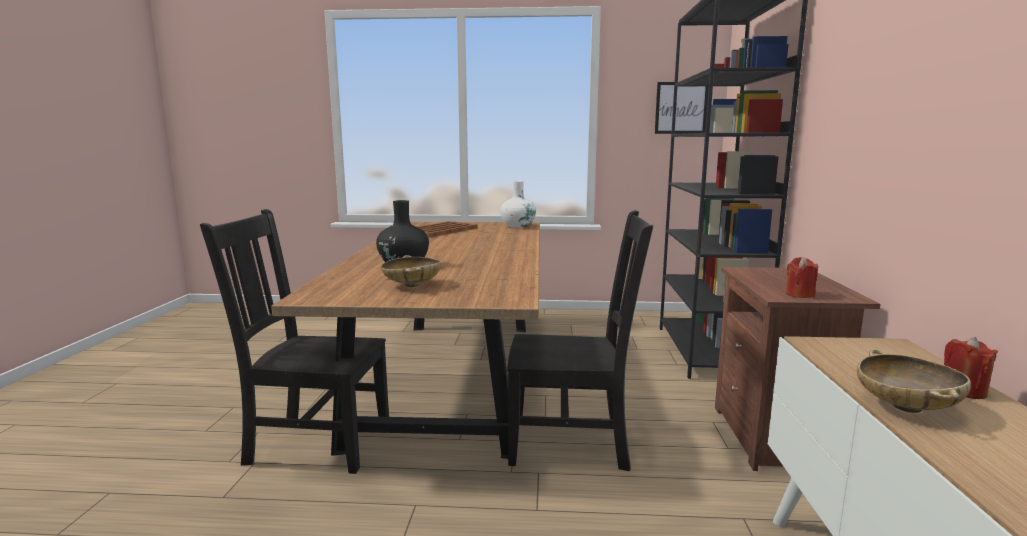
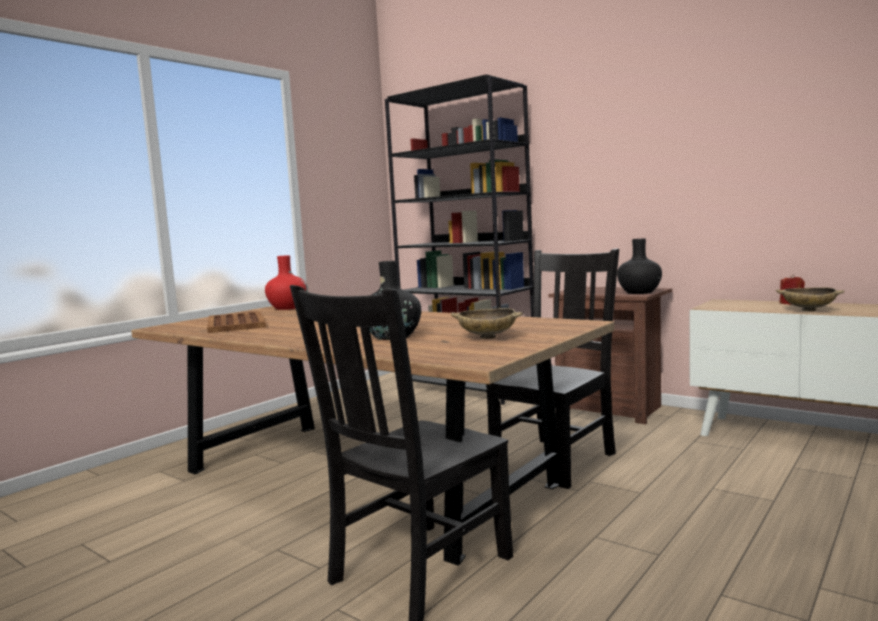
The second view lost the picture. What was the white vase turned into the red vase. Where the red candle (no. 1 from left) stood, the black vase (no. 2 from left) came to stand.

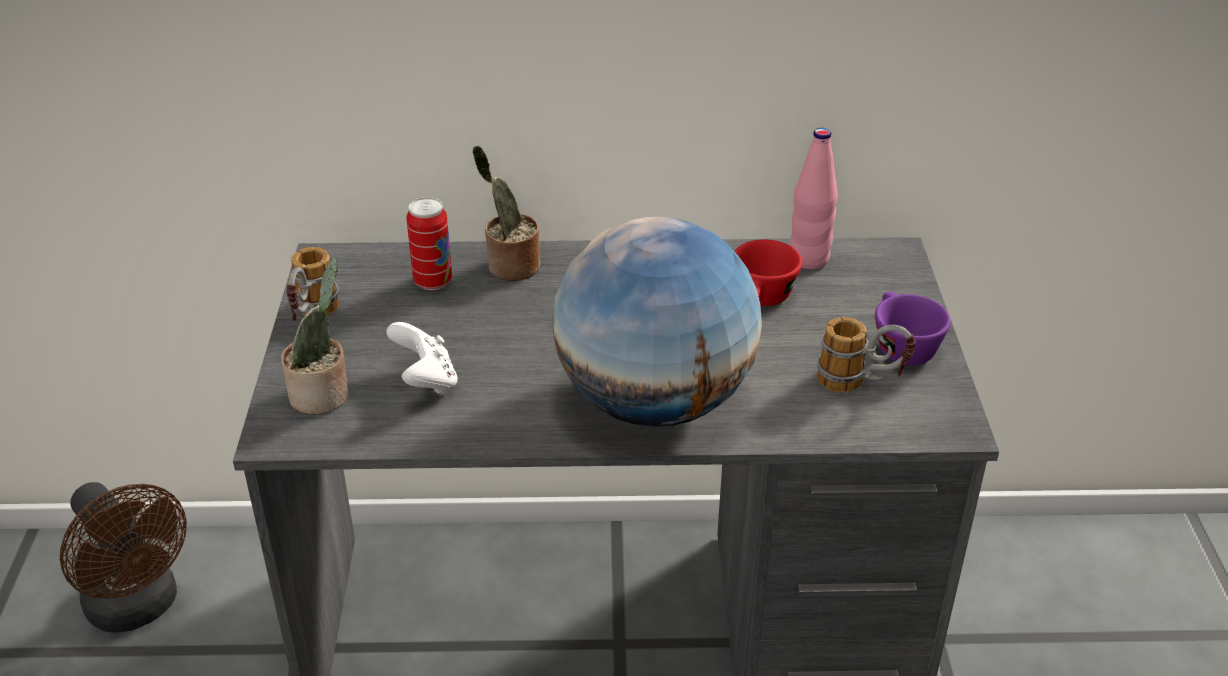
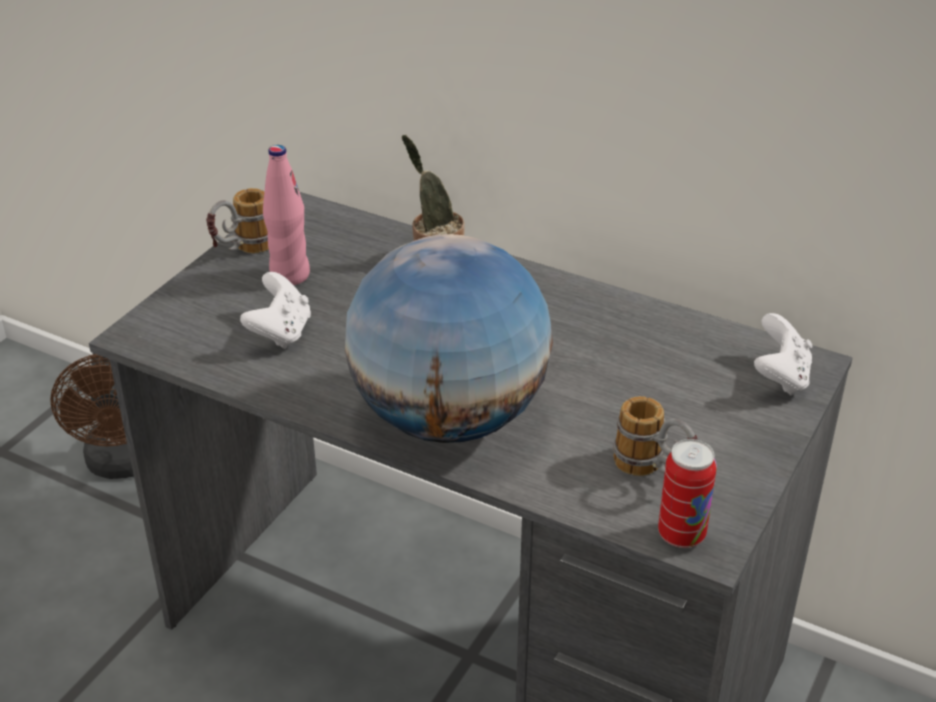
The pink bottle ended up elsewhere. The can ended up elsewhere. The second view lost the red cup. The second view lost the potted plant (no. 1 from left). The second view lost the purple cup. The second view gained the white game controller (no. 2 from left).

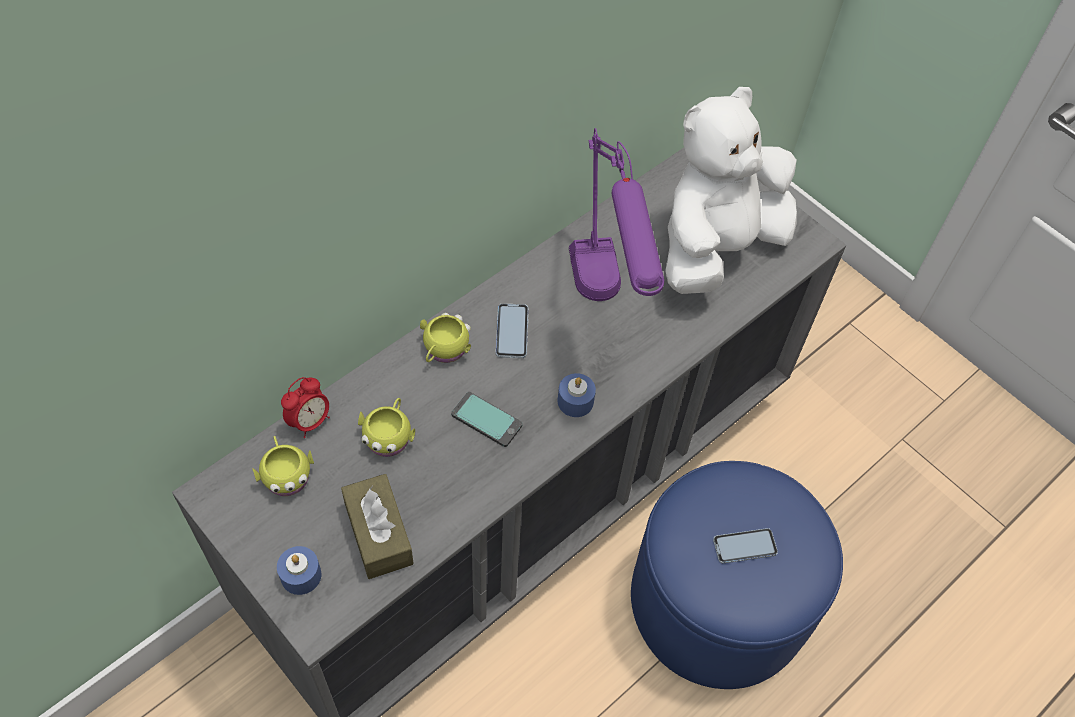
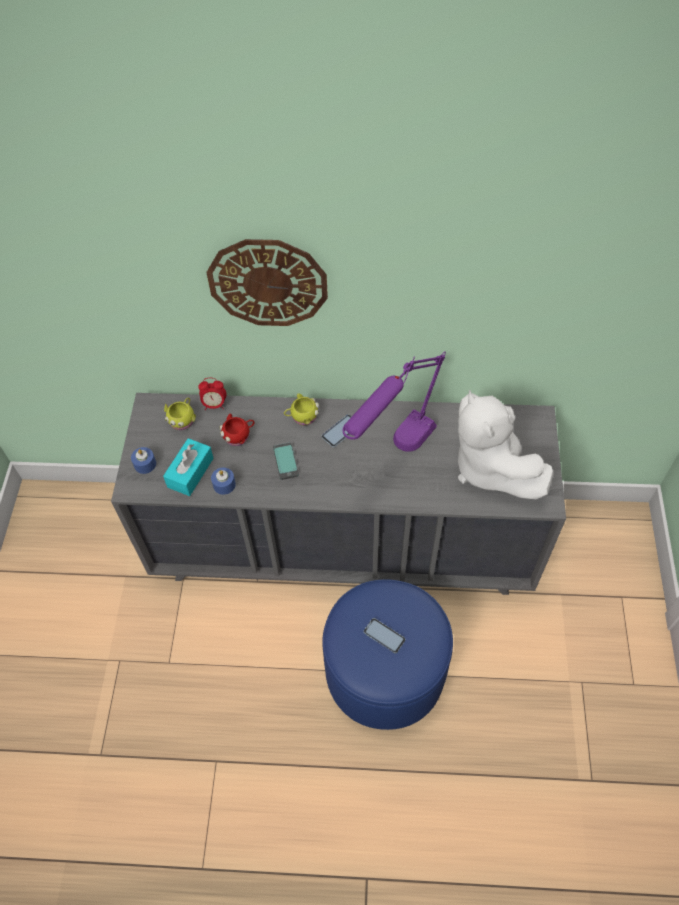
The white plush toy ended up facing another way, 120 degrees counterclockwise from before. The blue candle (no. 2 from left) ended up elsewhere. What was the yellow mug (no. 2 from left) turned into the red mug. What was the brown tissue box turned into the turquoise tissue box. The second view gained the wall clock.

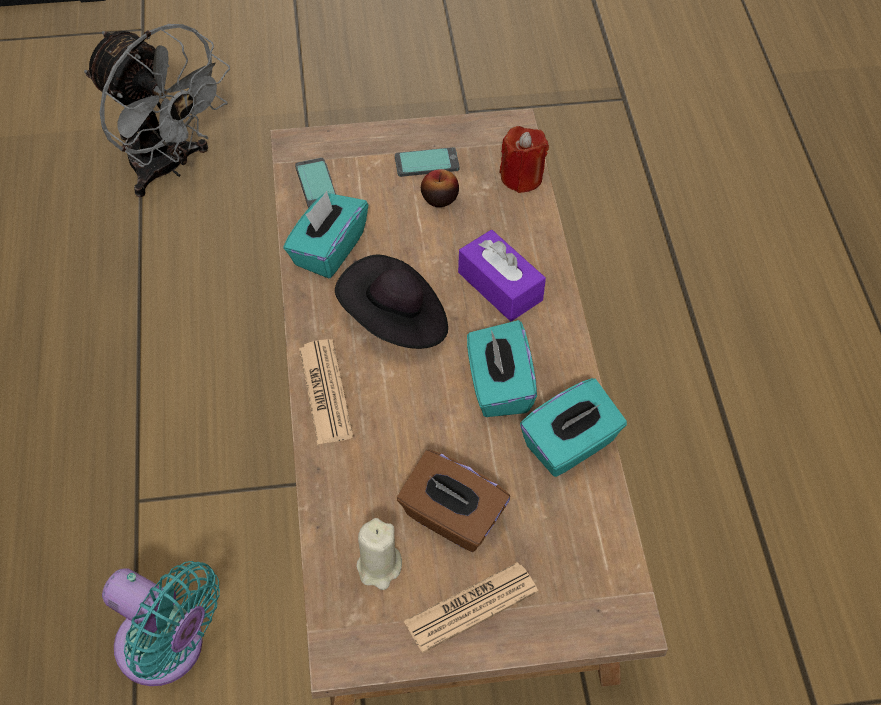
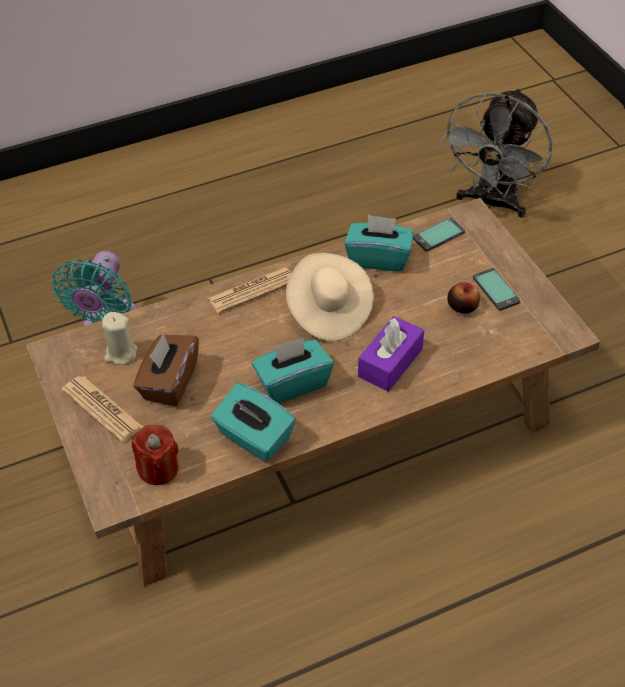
The red candle ended up elsewhere. What was the black hat turned into the beige hat.

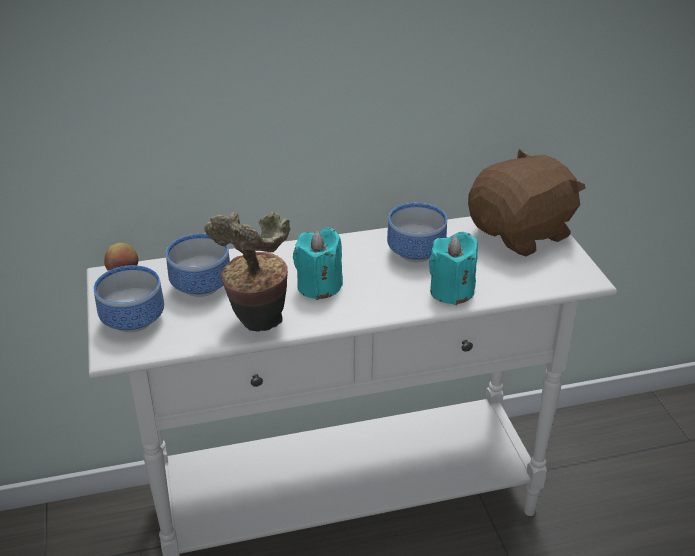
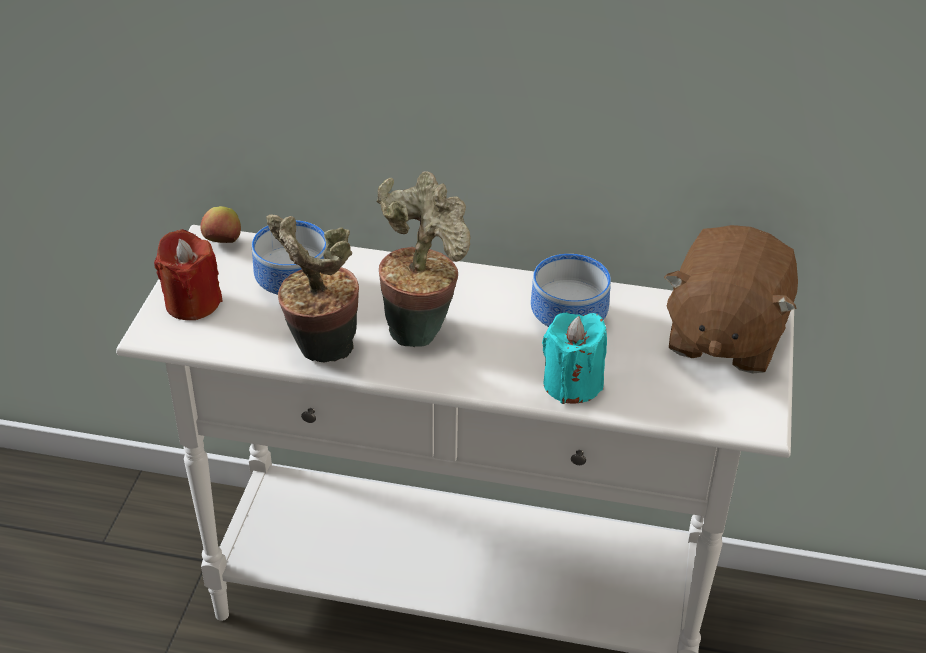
The brown plush toy ended up facing another way, 120 degrees clockwise from before. Where the turquoise candle (no. 1 from left) stood, the potted plant (no. 2 from left) came to stand. Where the bowl (no. 1 from left) stood, the red candle came to stand.

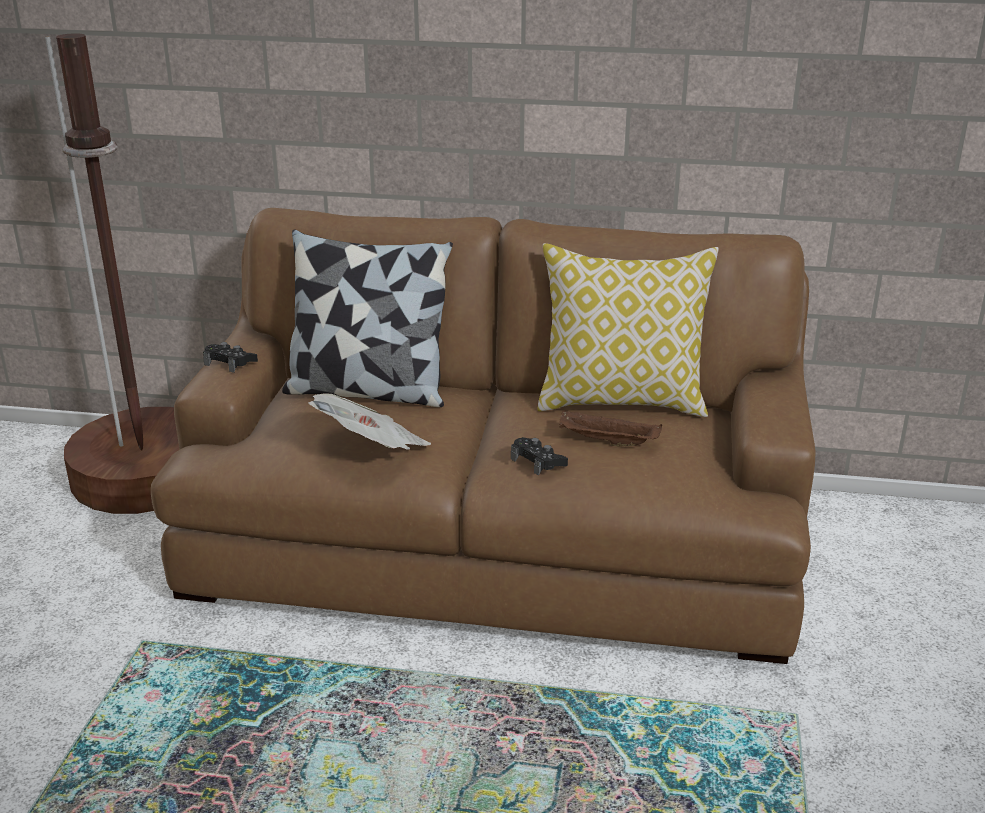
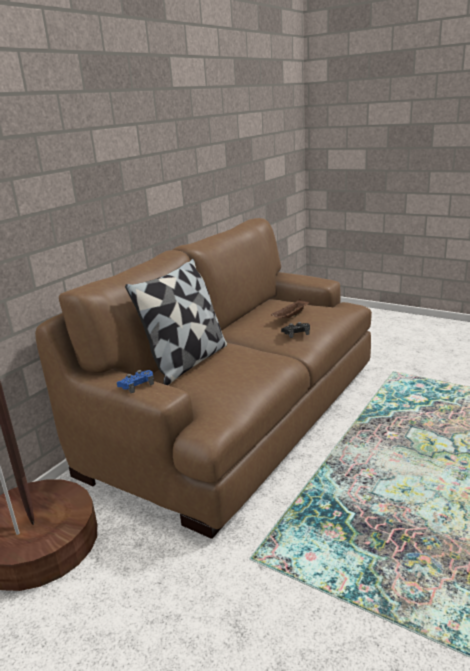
The second view lost the pillow (no. 2 from left). What was the black game controller (no. 1 from left) turned into the blue game controller. The second view lost the newspaper.

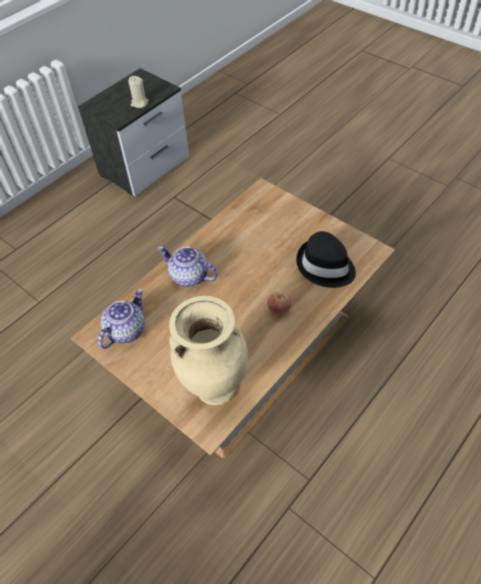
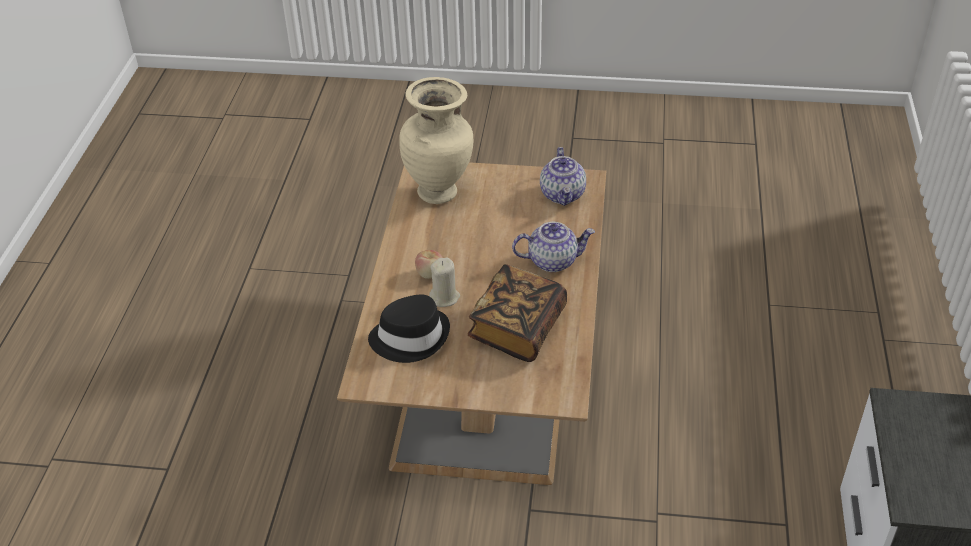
The beige candle ended up elsewhere. The second view gained the book.

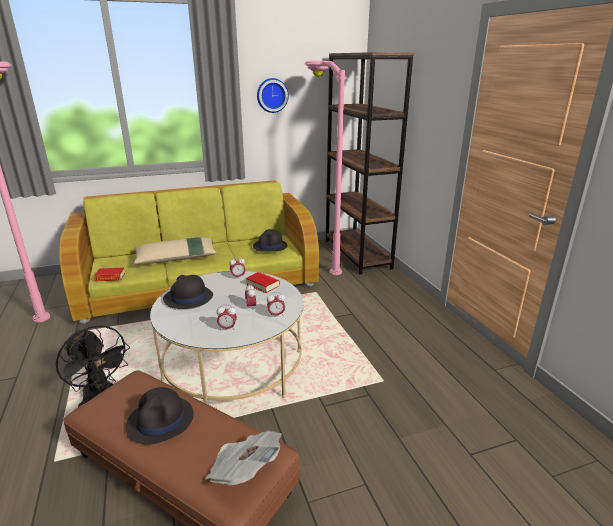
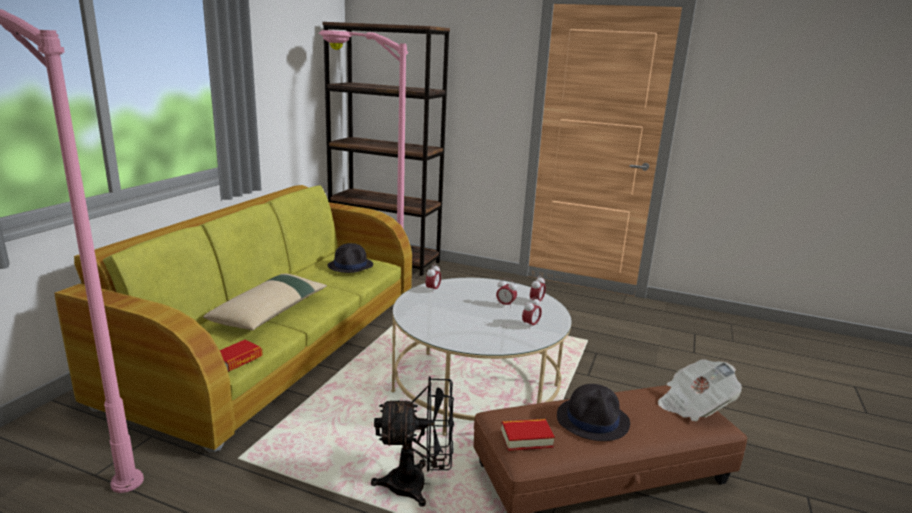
The second view lost the wall clock. The book (no. 2 from left) ended up elsewhere. The second view lost the black hat (no. 2 from left).

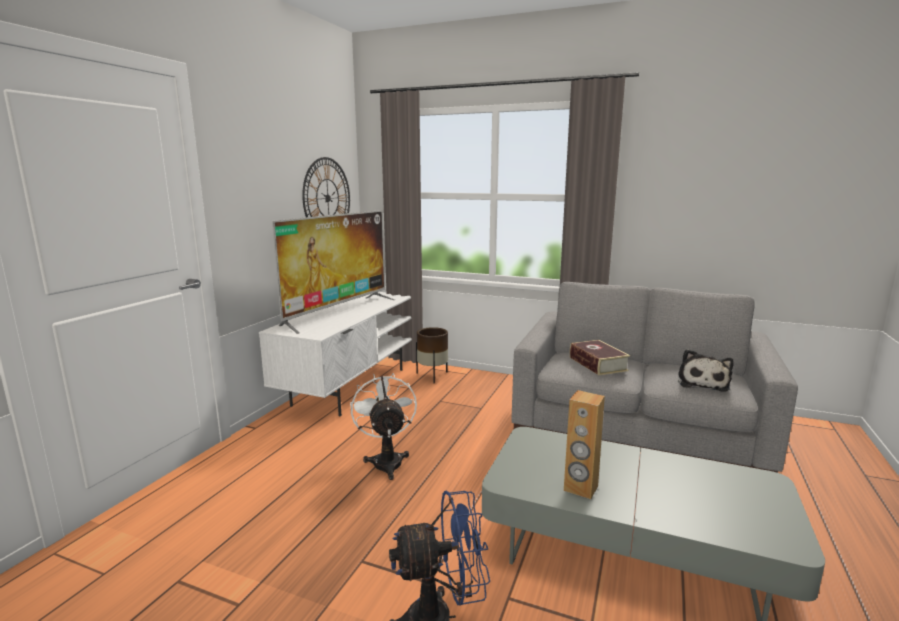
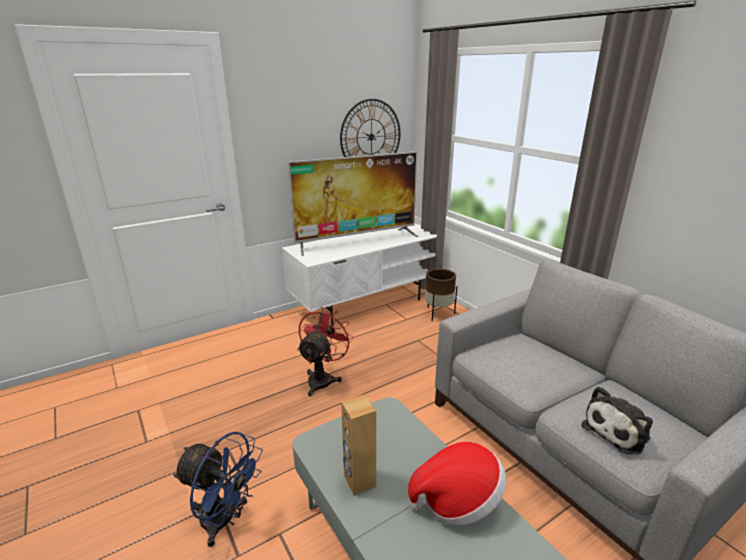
The second view lost the book. What was the white fan turned into the red fan. The second view gained the hat.

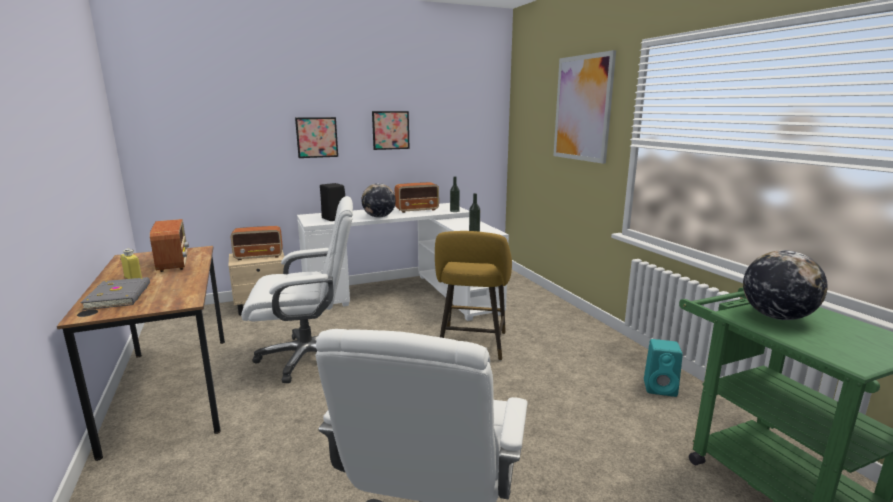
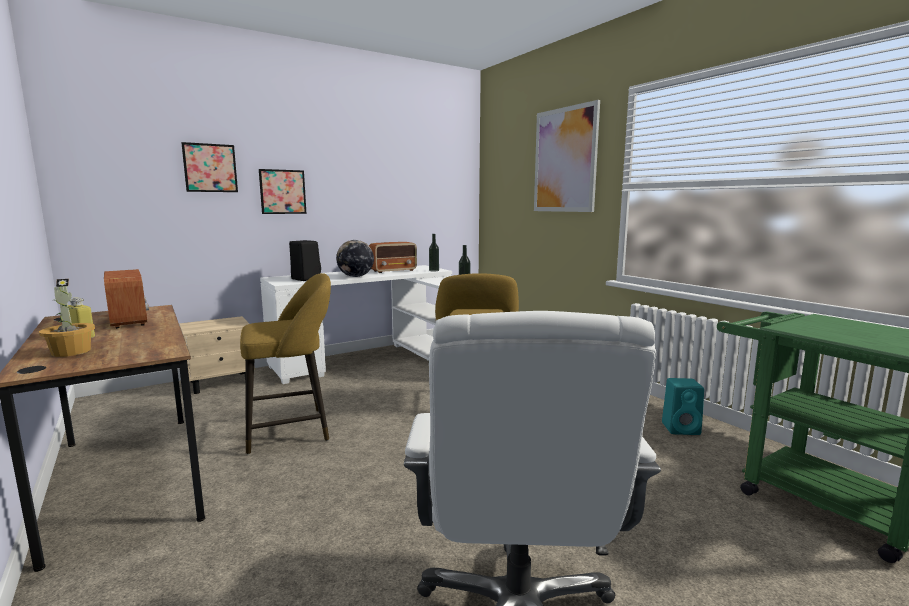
The picture (no. 2 from left in the first image) ended up elsewhere. Where the white office chair (no. 1 from left) stood, the yellow stool (no. 1 from left) came to stand. The second view lost the radio (no. 2 from left). The second view lost the globe (no. 2 from left). Where the grey book stood, the potted plant came to stand.

